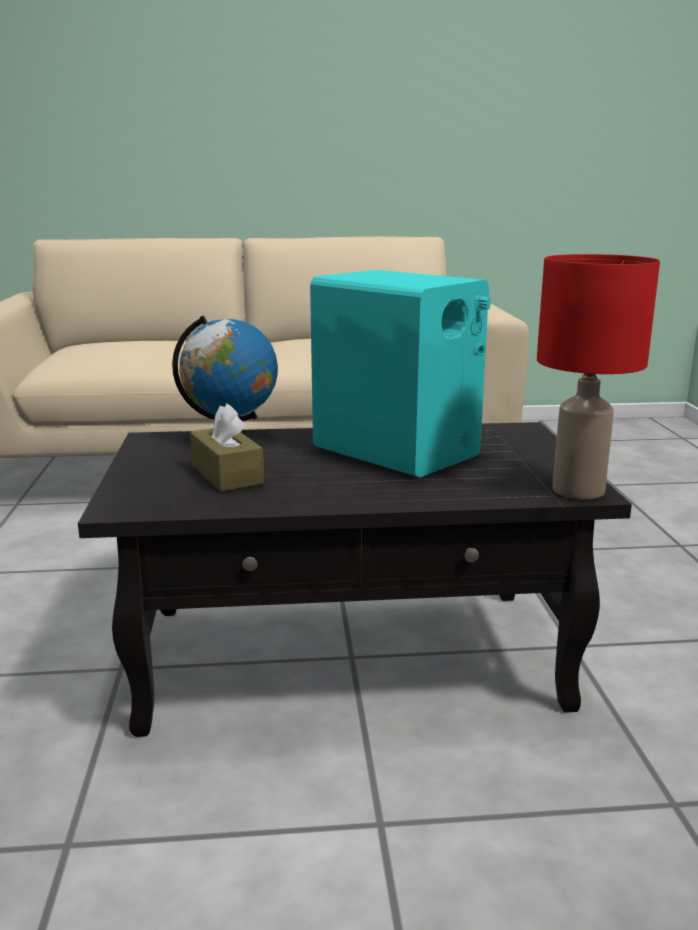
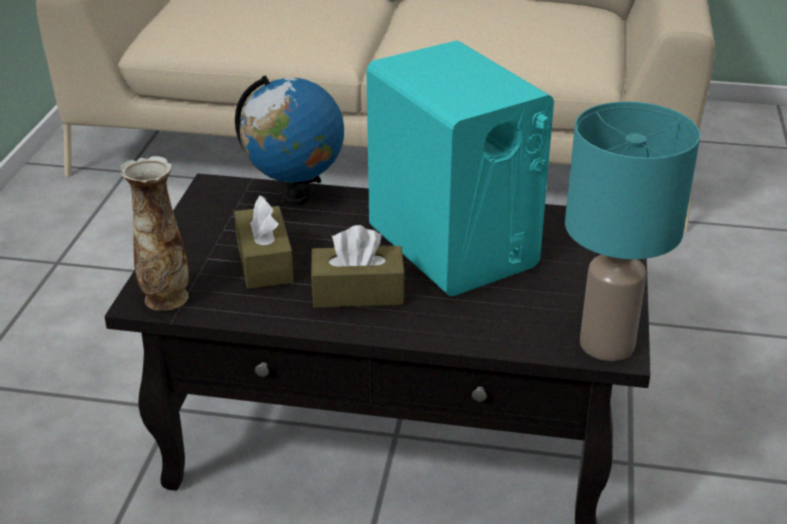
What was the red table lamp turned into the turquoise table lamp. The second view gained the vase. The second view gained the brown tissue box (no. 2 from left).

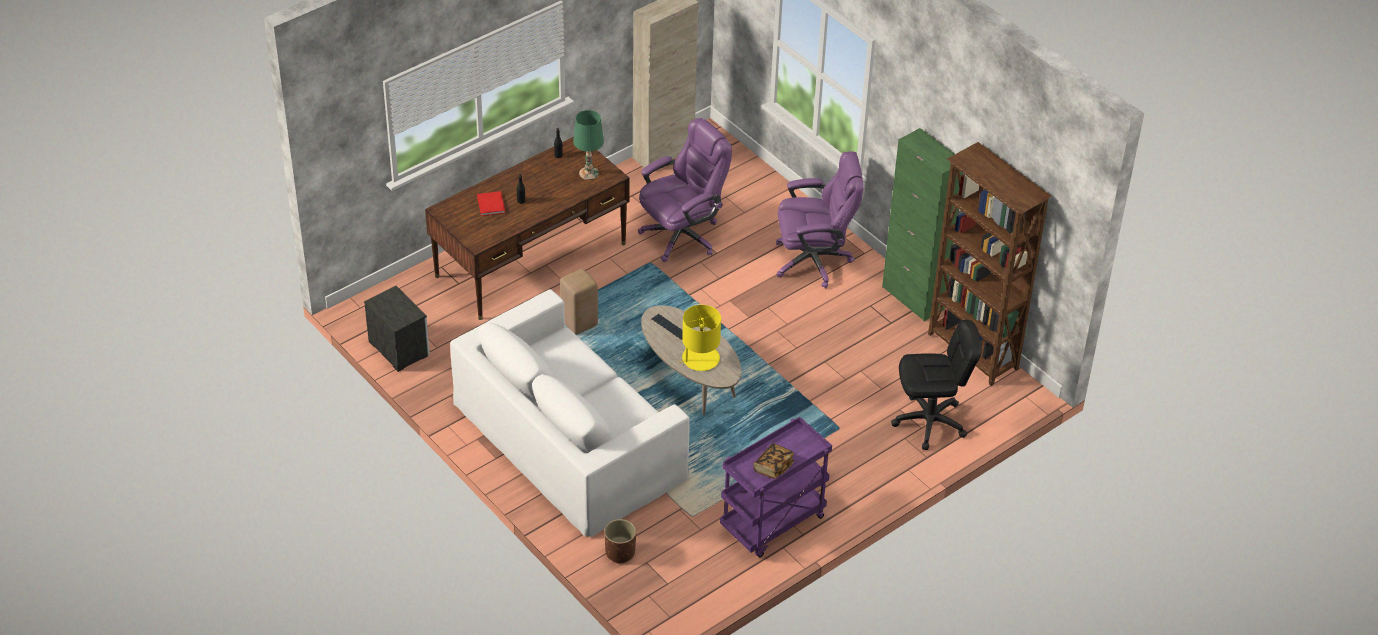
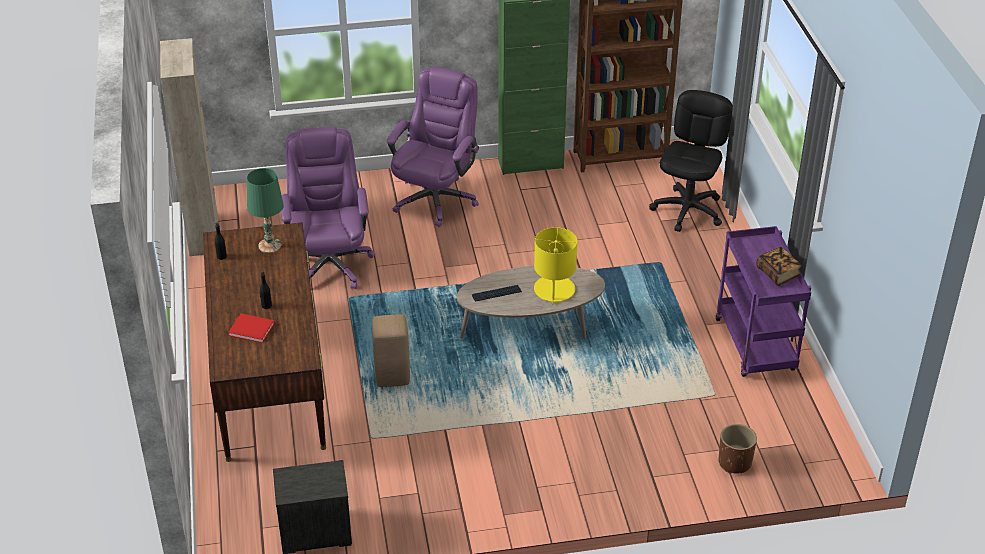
The second view lost the white sofa.

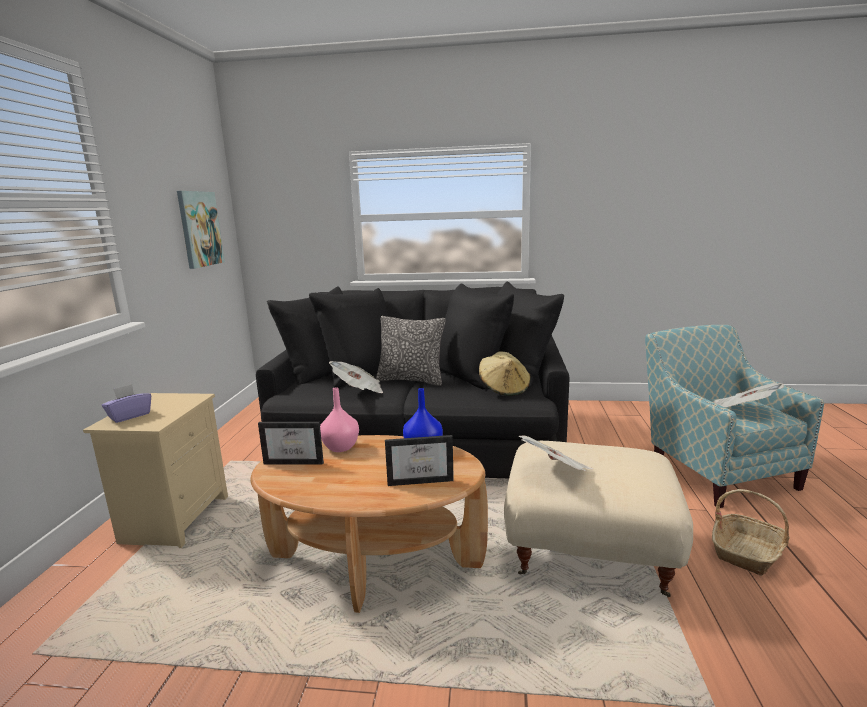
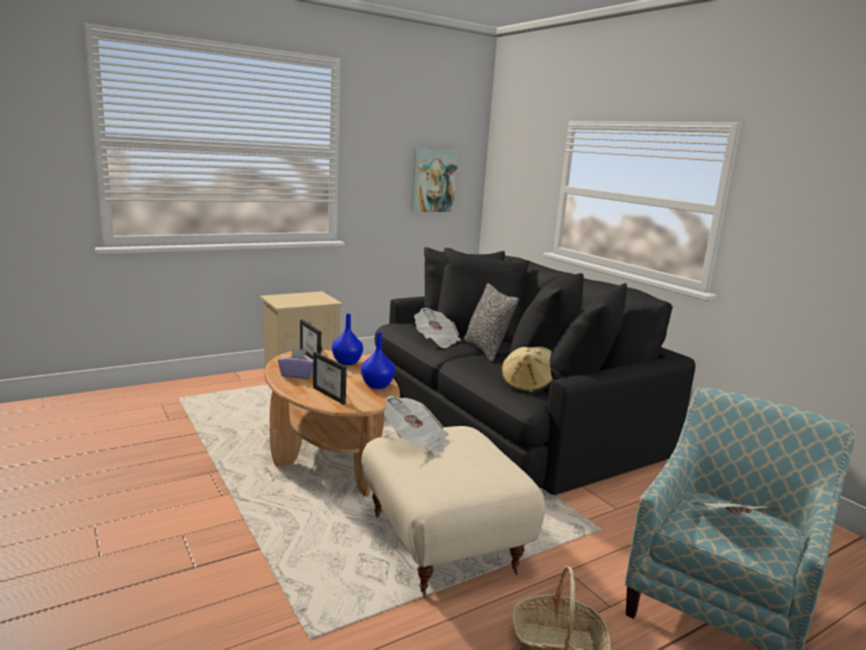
The purple tissue box ended up elsewhere. What was the pink vase turned into the blue vase (no. 1 from left).

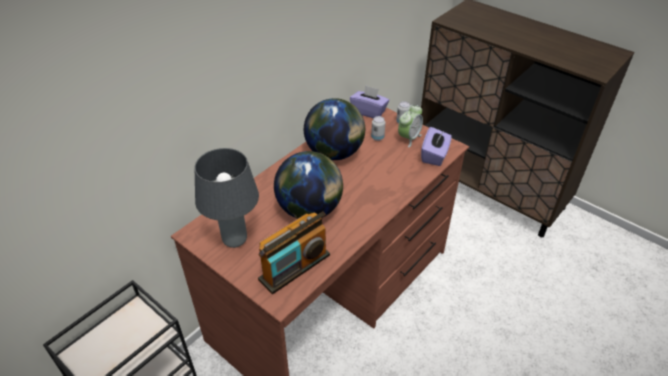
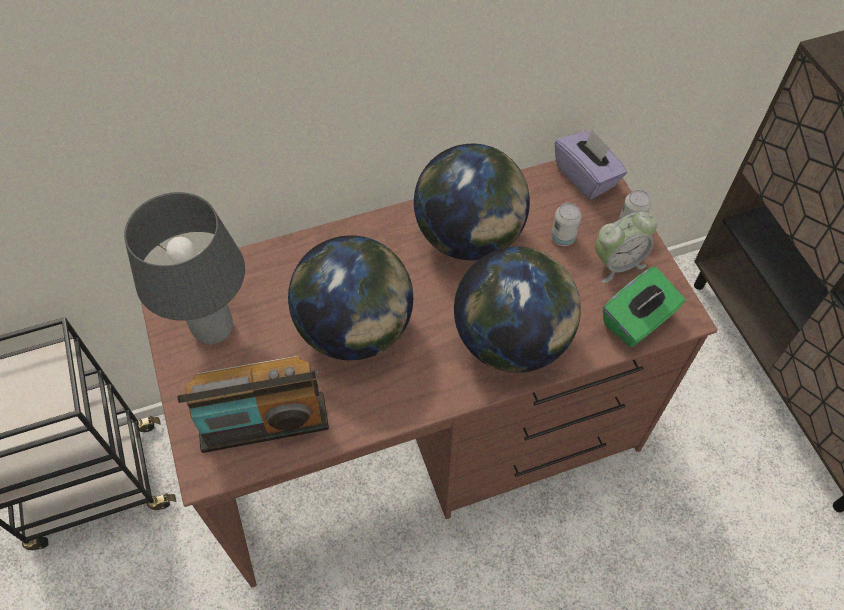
What was the purple tissue box (no. 2 from left) turned into the green tissue box. The second view gained the globe (no. 3 from left).

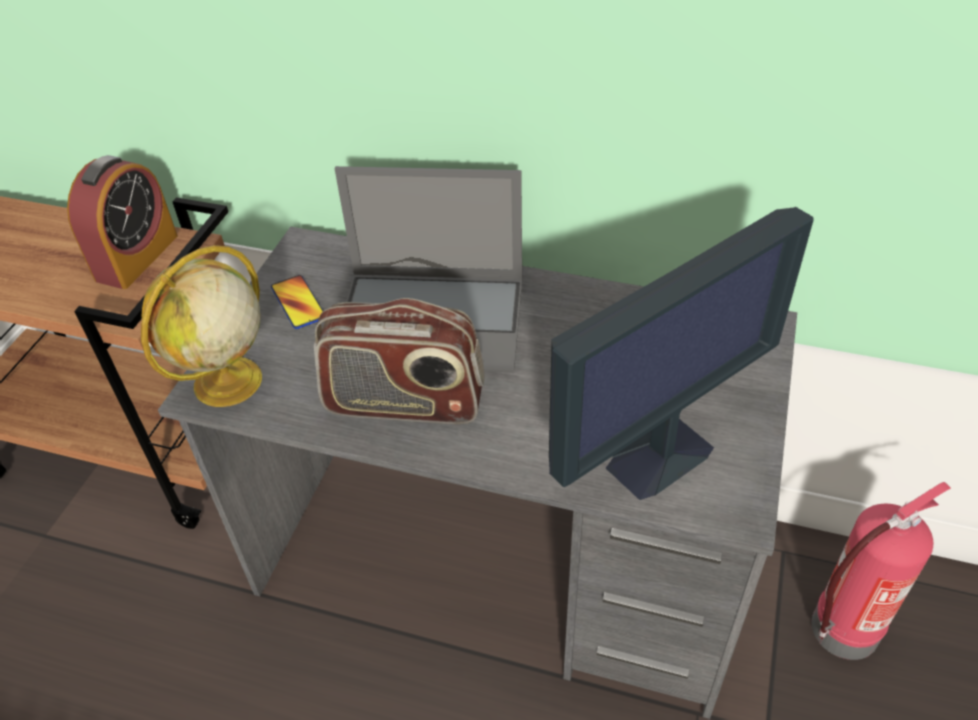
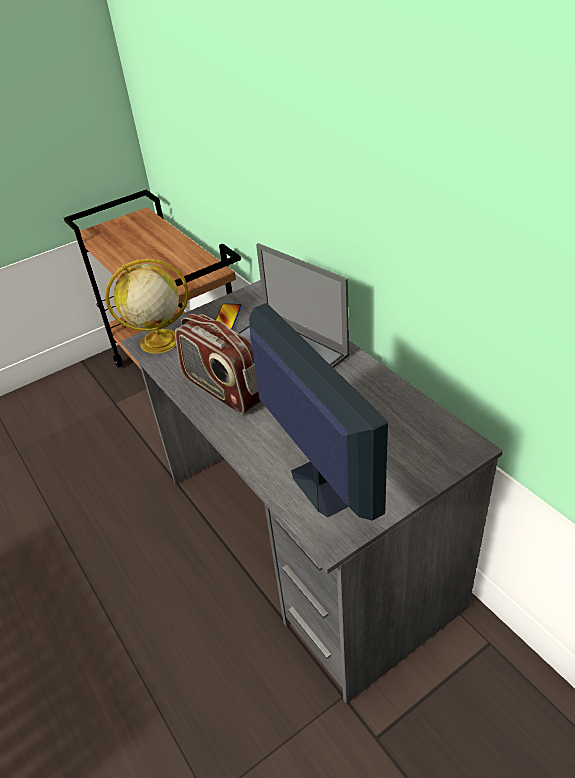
The second view lost the alarm clock. The monitor ended up facing another way, 120 degrees counterclockwise from before. The second view lost the fire extinguisher.

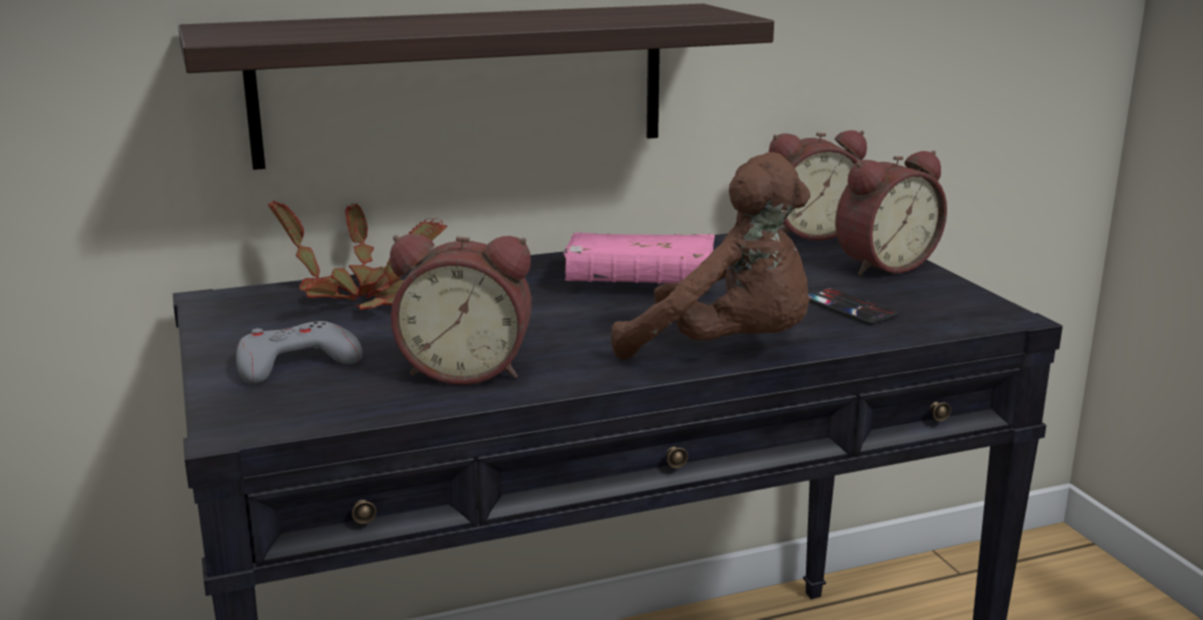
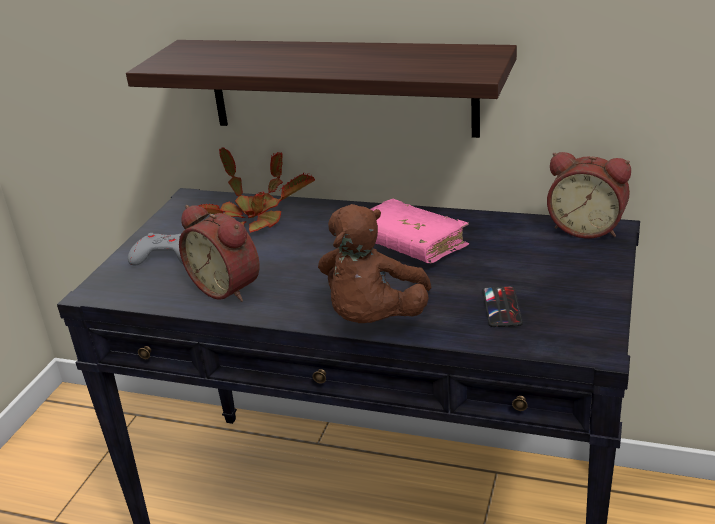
The second view lost the alarm clock (no. 3 from left). The brown plush toy ended up facing another way, 45 degrees clockwise from before.

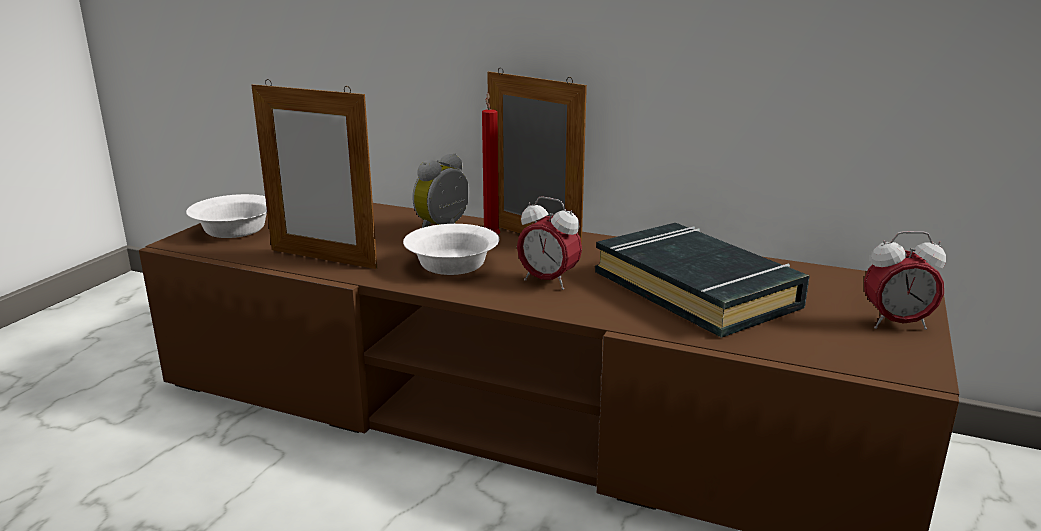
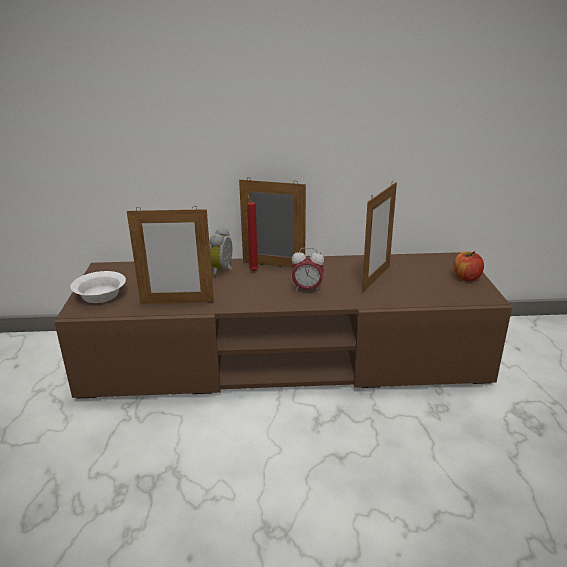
Where the black book stood, the picture frame (no. 3 from left) came to stand. The second view lost the white bowl (no. 2 from left). Where the alarm clock (no. 3 from left) stood, the apple came to stand.

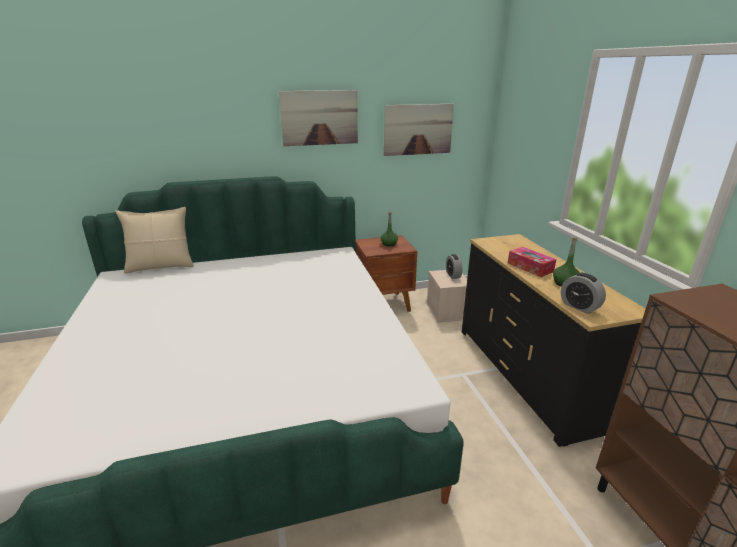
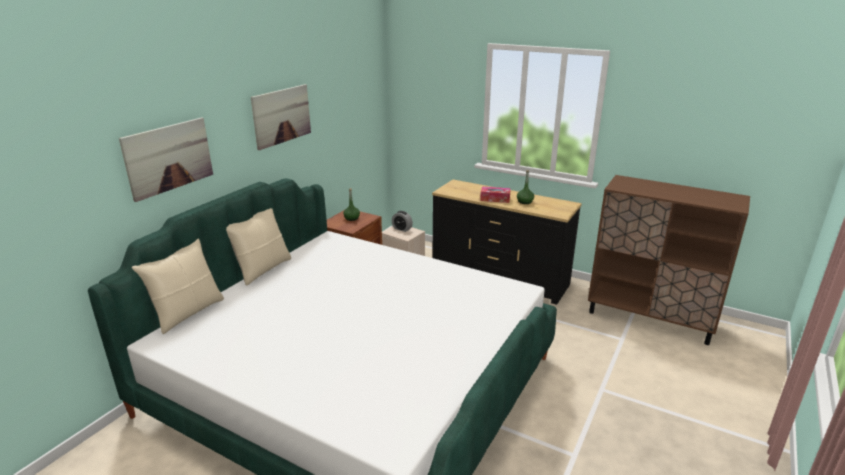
The picture (no. 2 from left in the first image) ended up elsewhere. The second view lost the alarm clock (no. 2 from left). The second view gained the beige pillow (no. 2 from left).

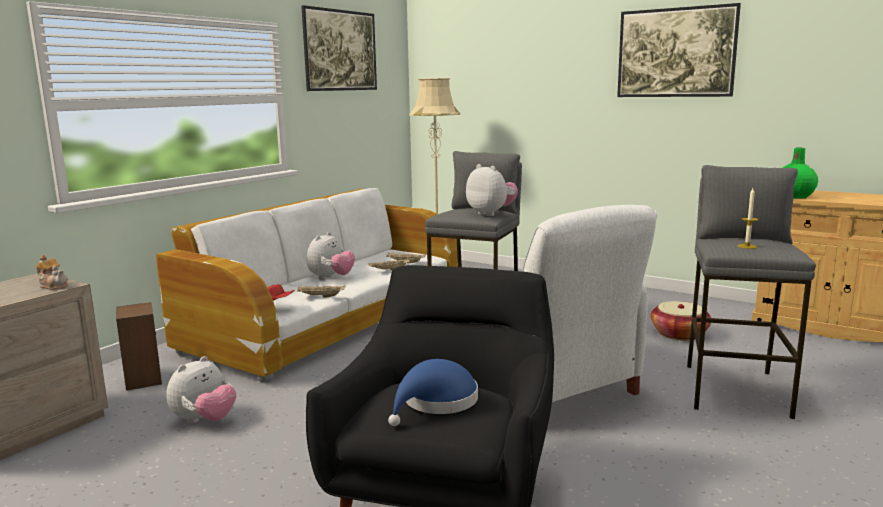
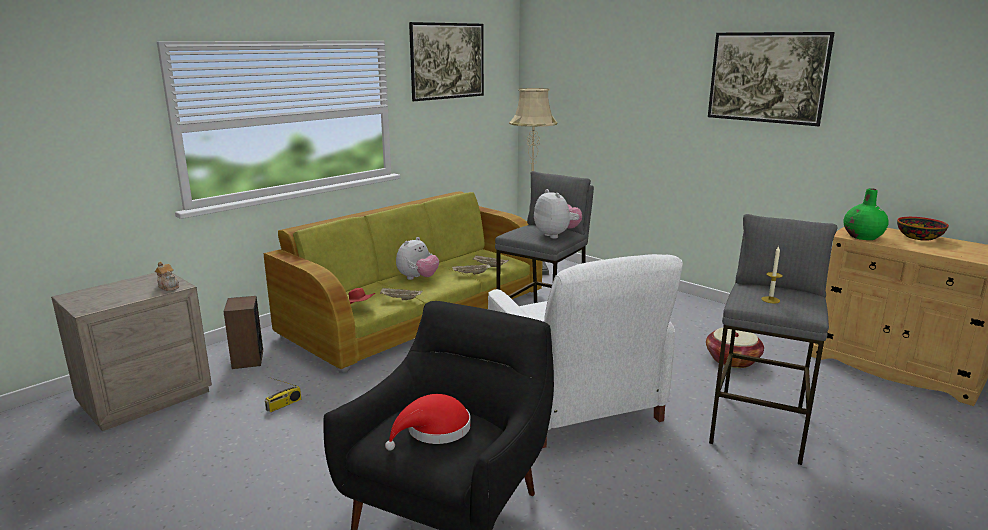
What was the white sofa turned into the green sofa. Where the plush toy (no. 1 from left) stood, the radio came to stand. What was the blue hat turned into the red hat (no. 2 from left). The second view gained the bowl.

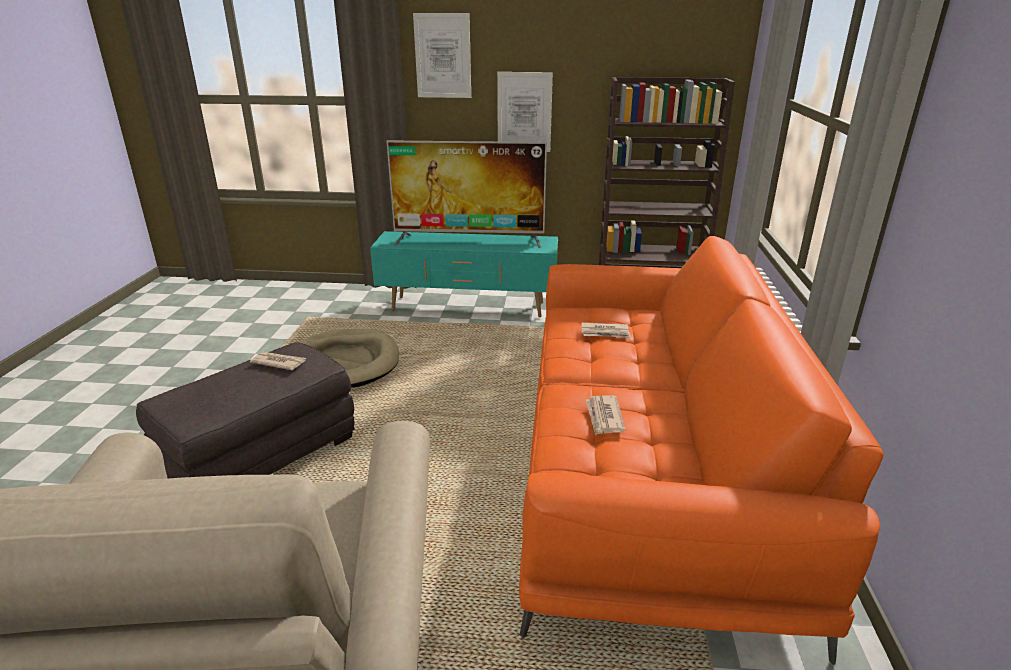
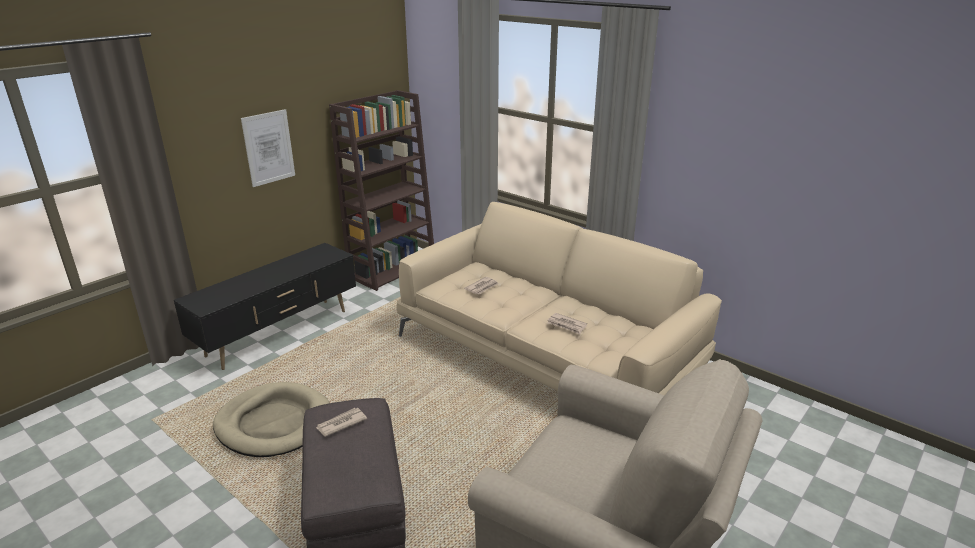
The second view lost the picture (no. 1 from left). The second view lost the television. What was the turquoise tv stand turned into the black tv stand. What was the orange sofa turned into the beige sofa.

